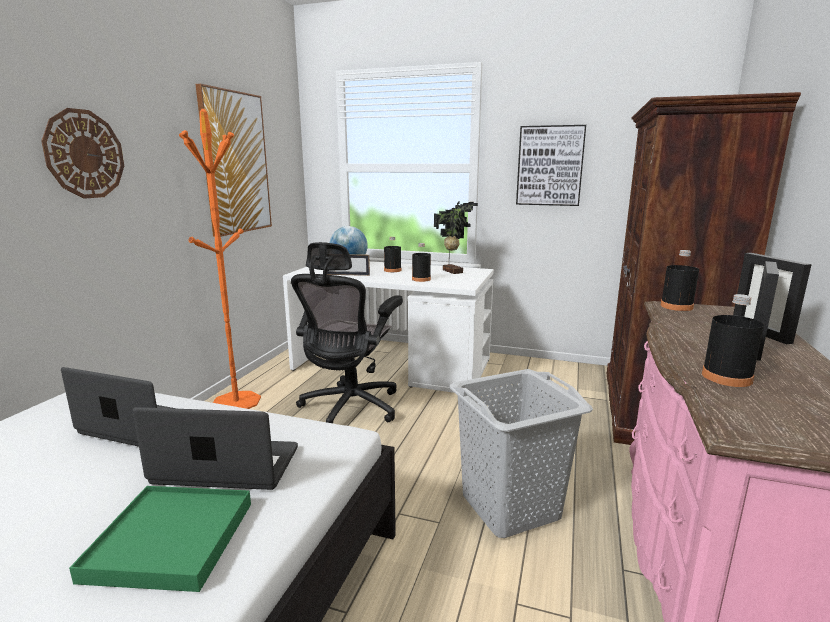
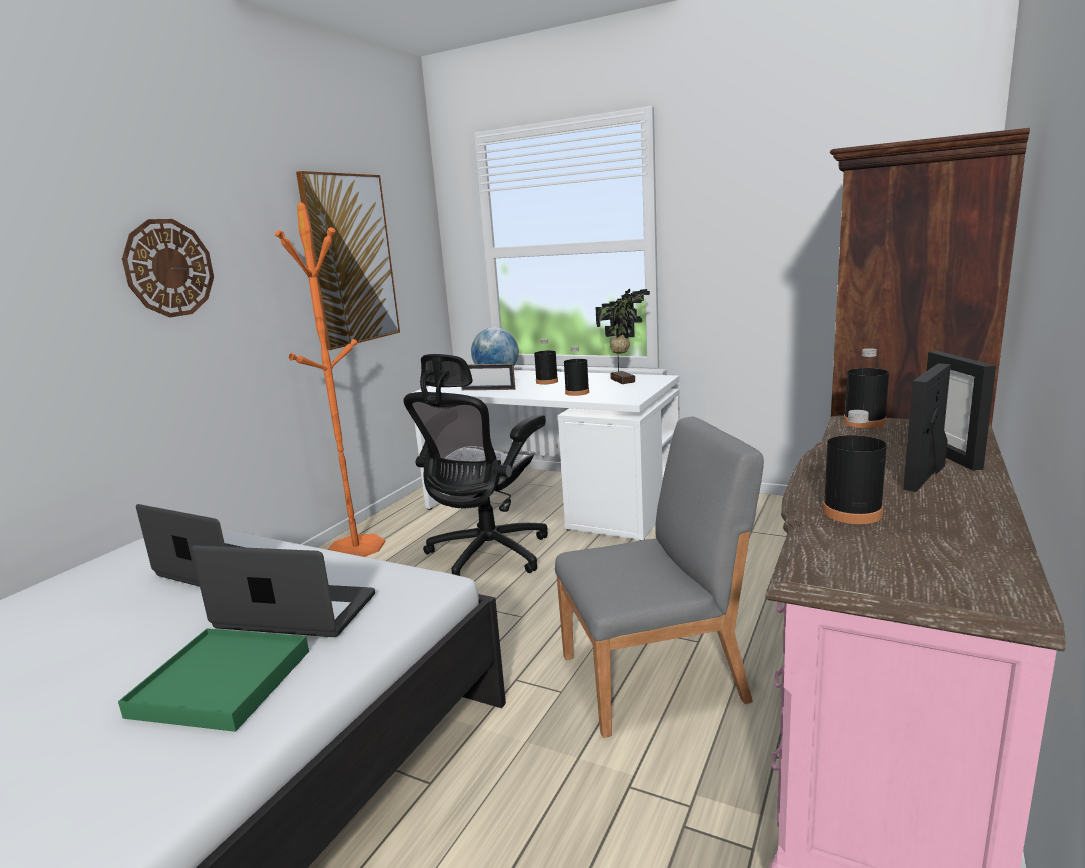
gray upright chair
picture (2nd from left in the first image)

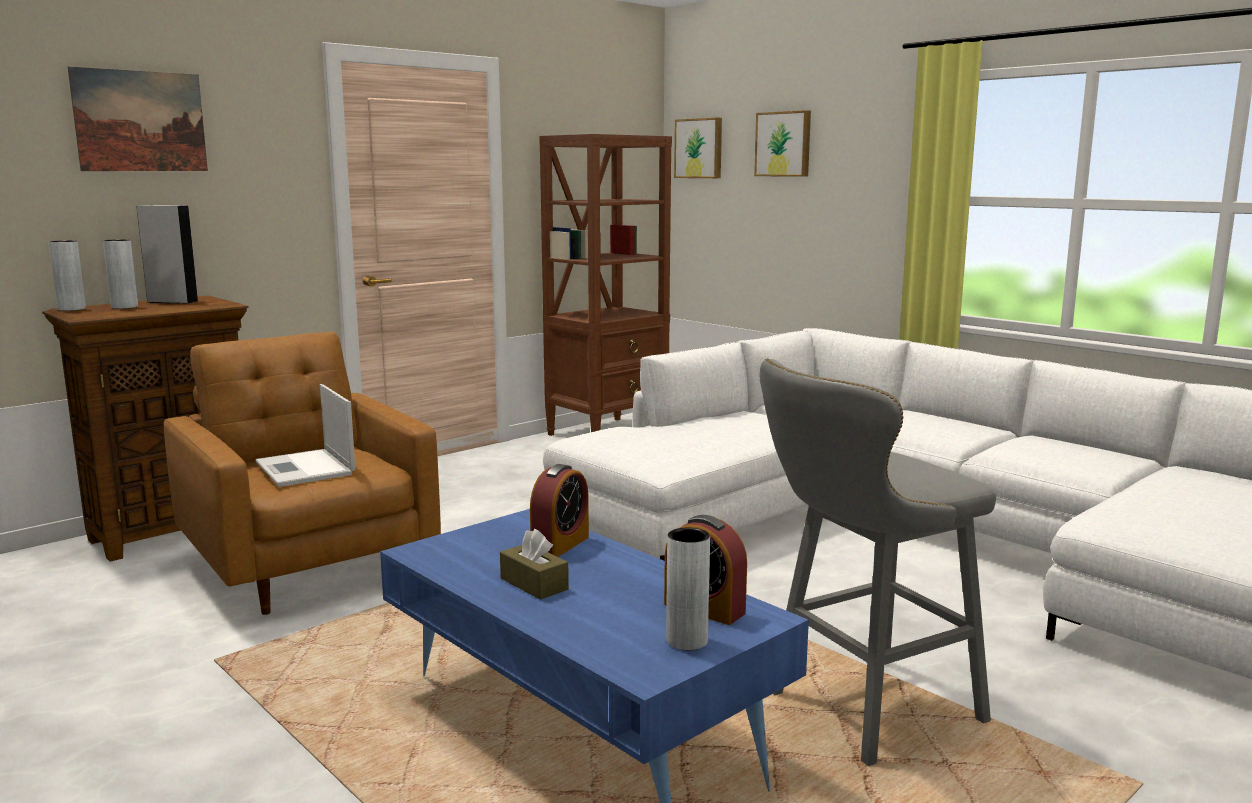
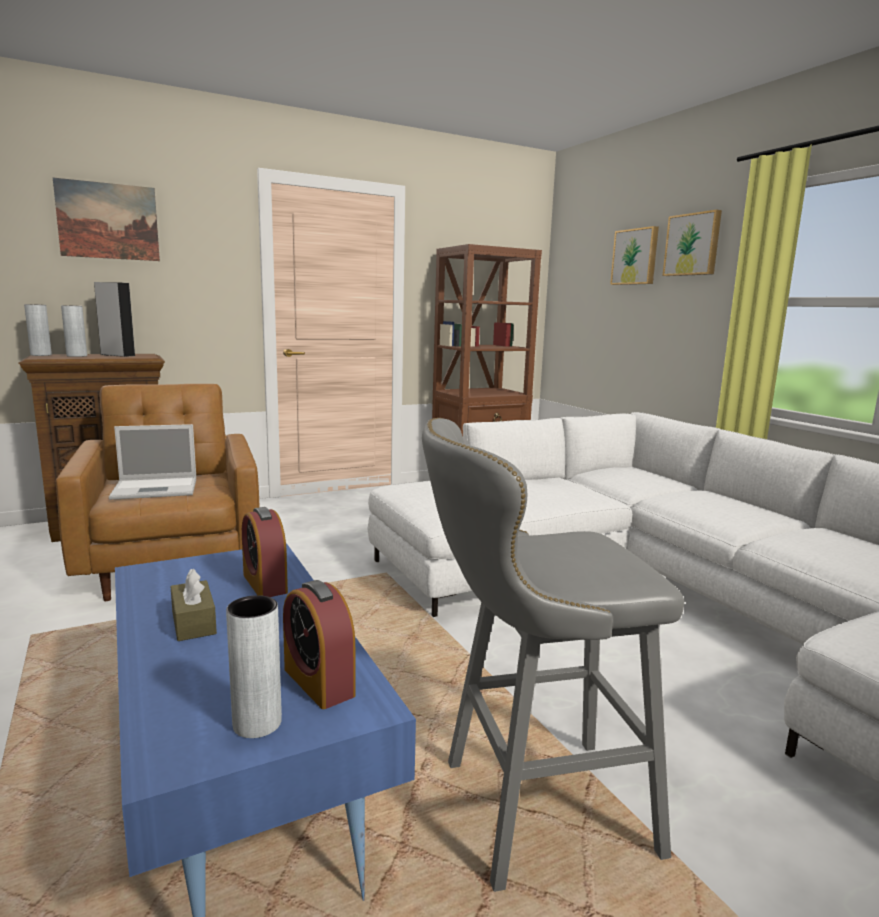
portable computer
alarm clock (1st from left)
picture (3rd from left)

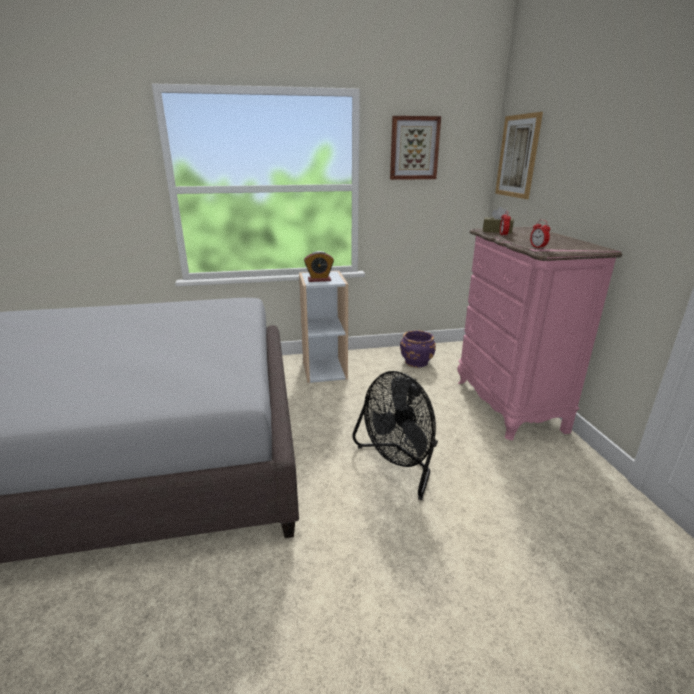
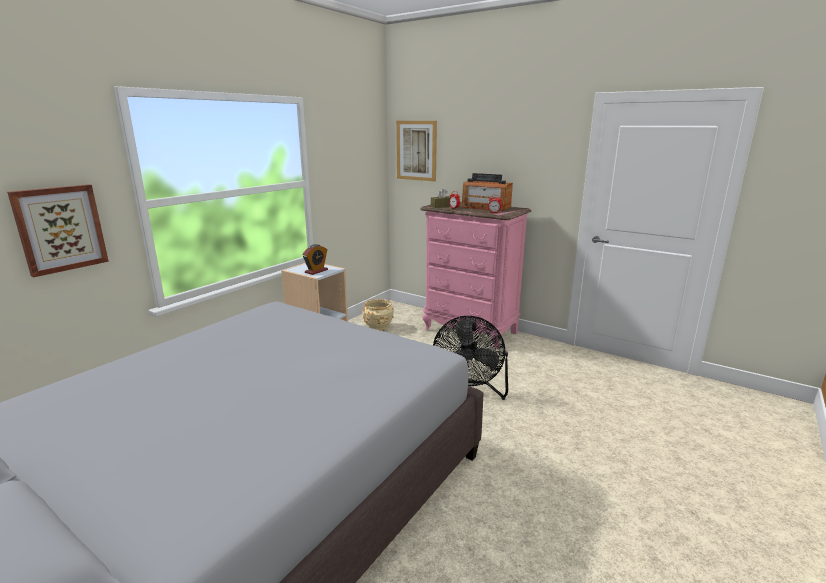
picture (1st from left)
beige-coloured flower pot
radio receiver

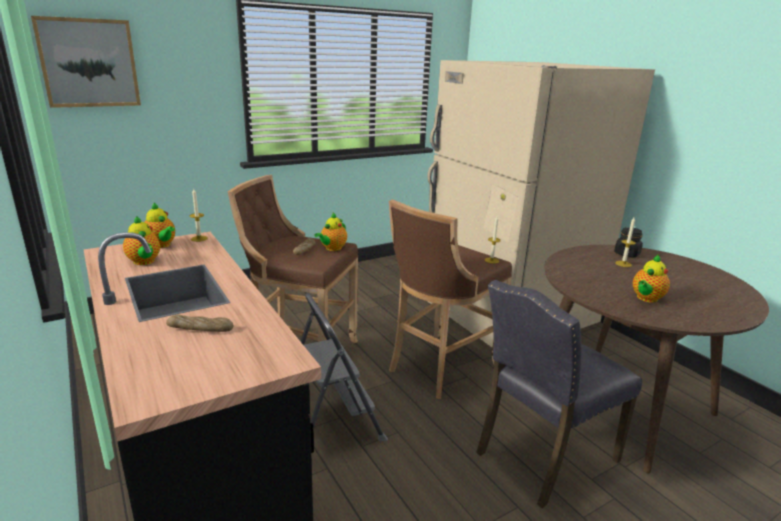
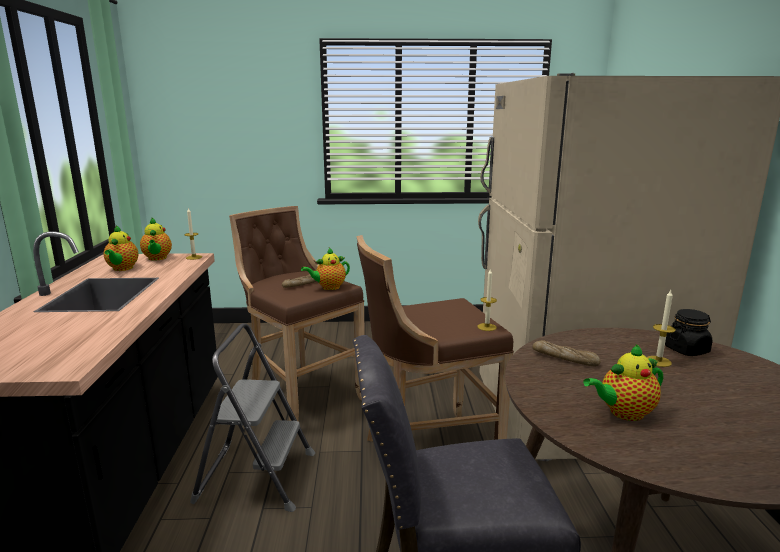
bread (2nd from left)
picture

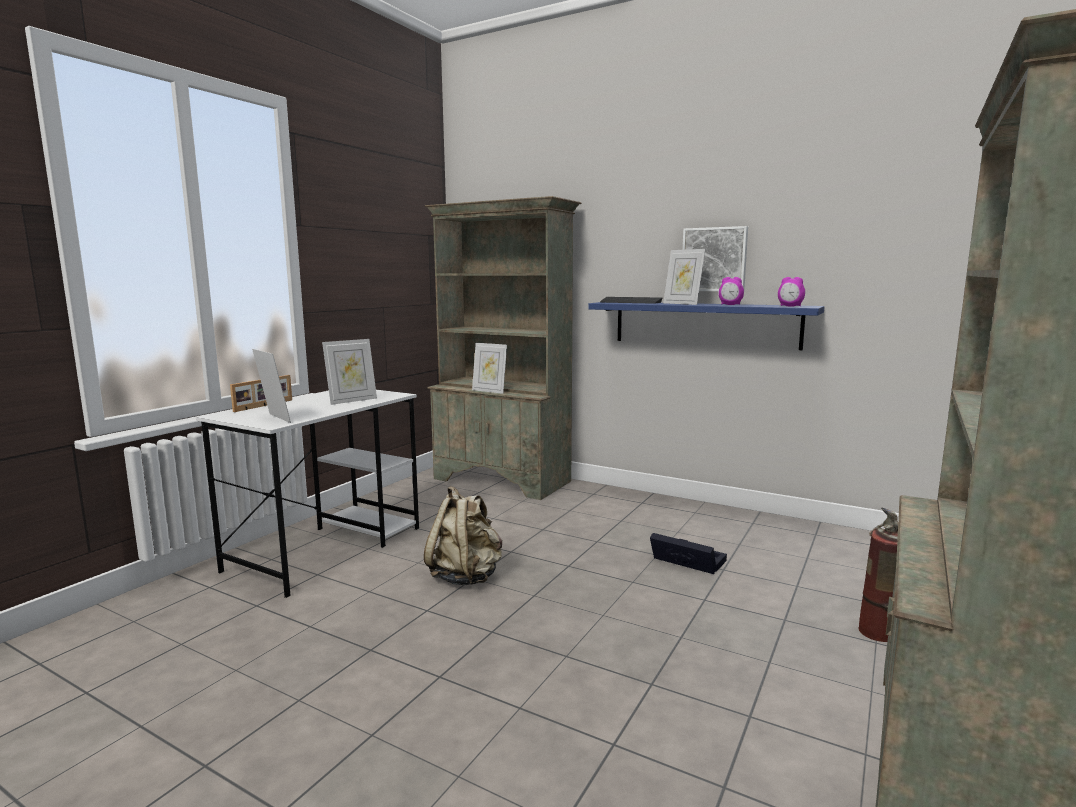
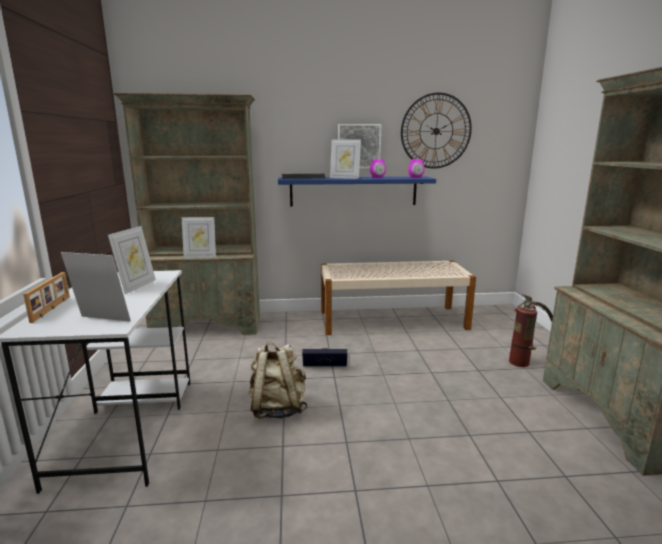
black storage container
beige-coloured long seat
wall clock

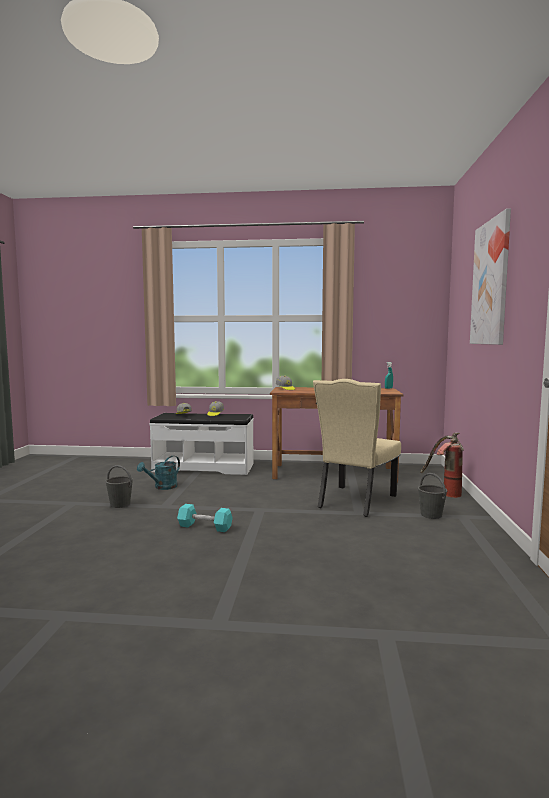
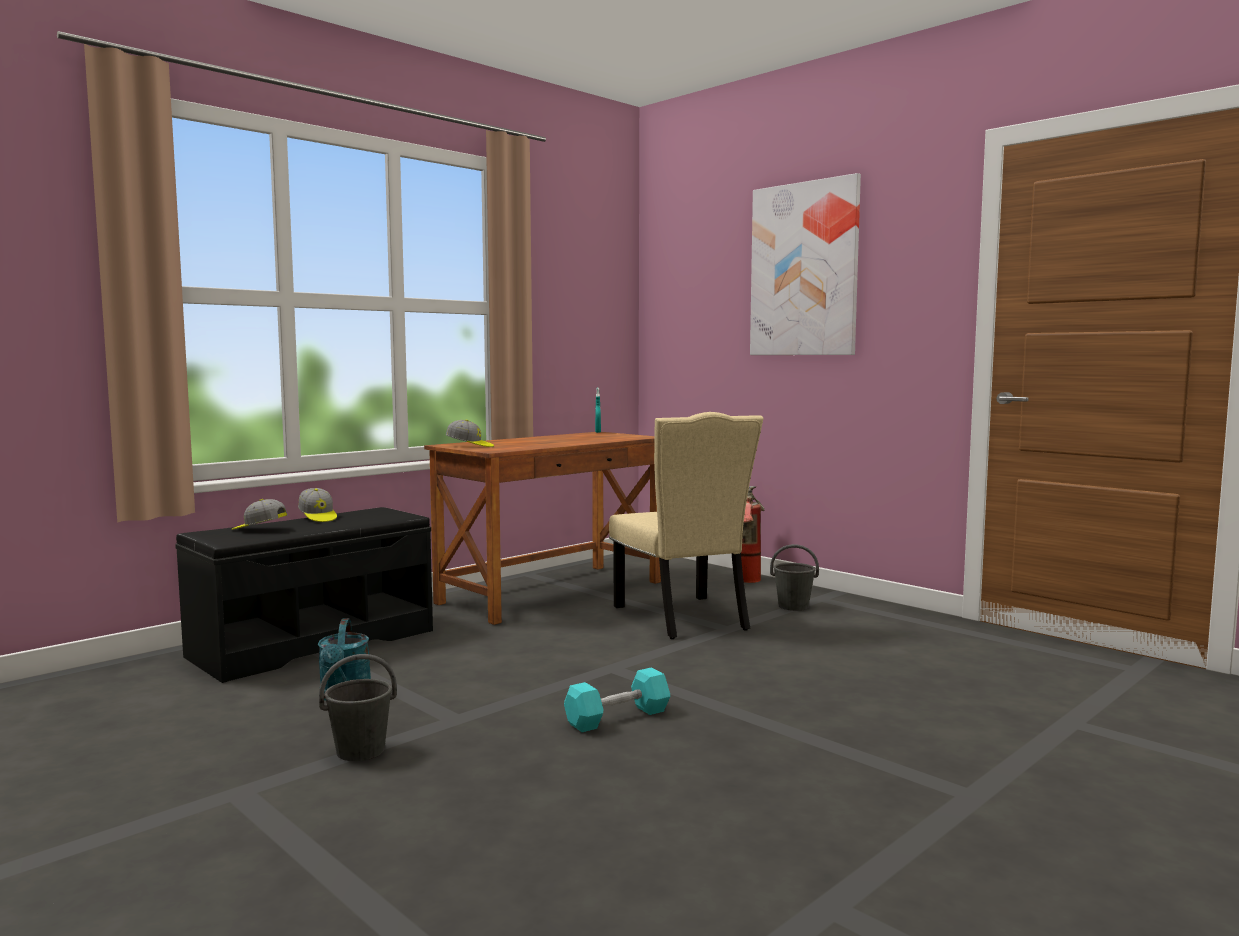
black long seat

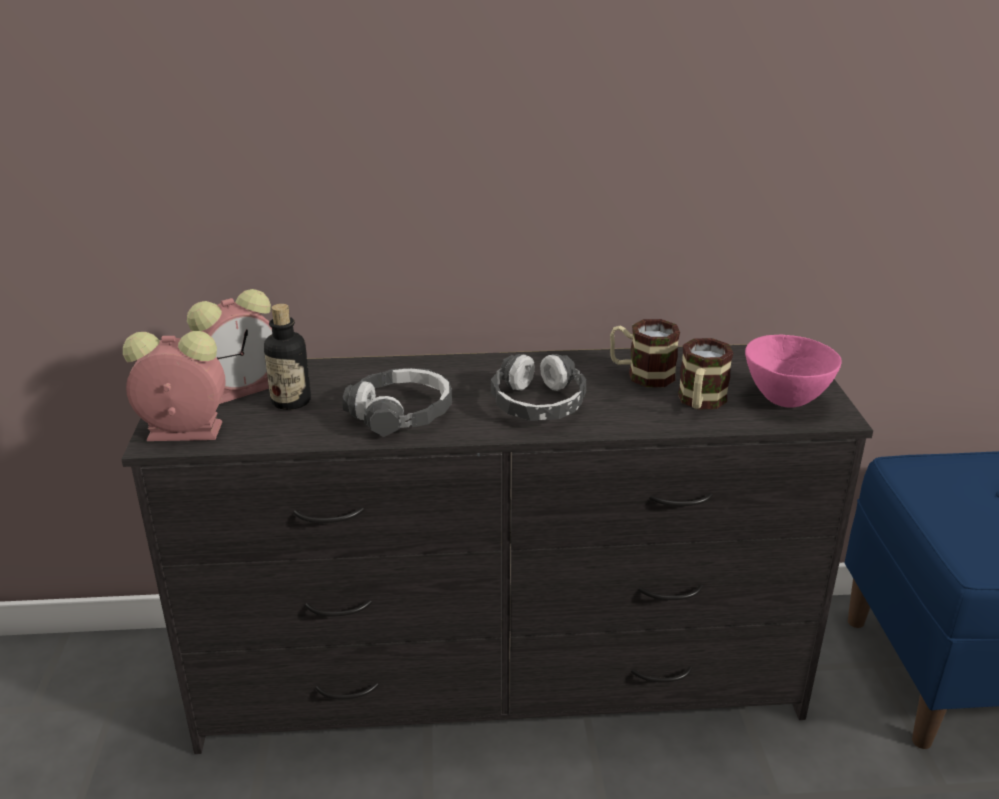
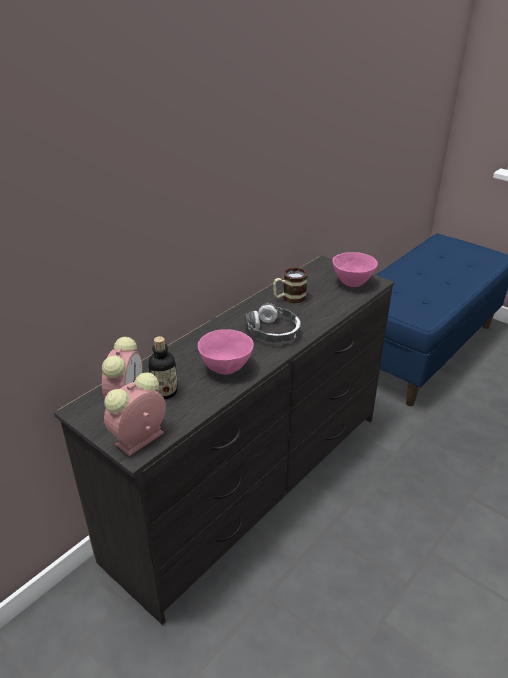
pink-coloured serving bowl (1st from left)
coffee mug (2nd from left in the first image)

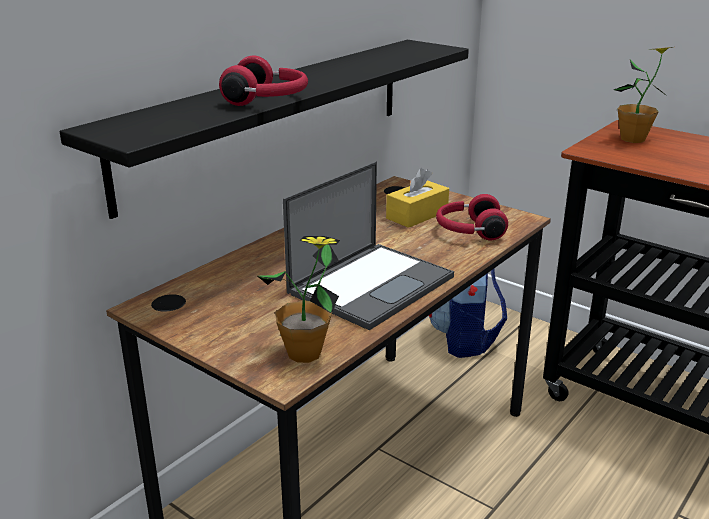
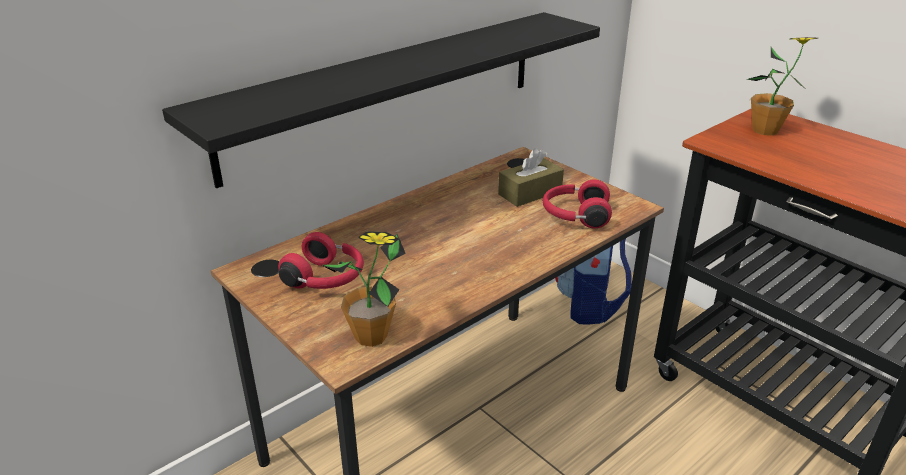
reddish pair of headphones (1st from left)
brown tissue holder
portable computer

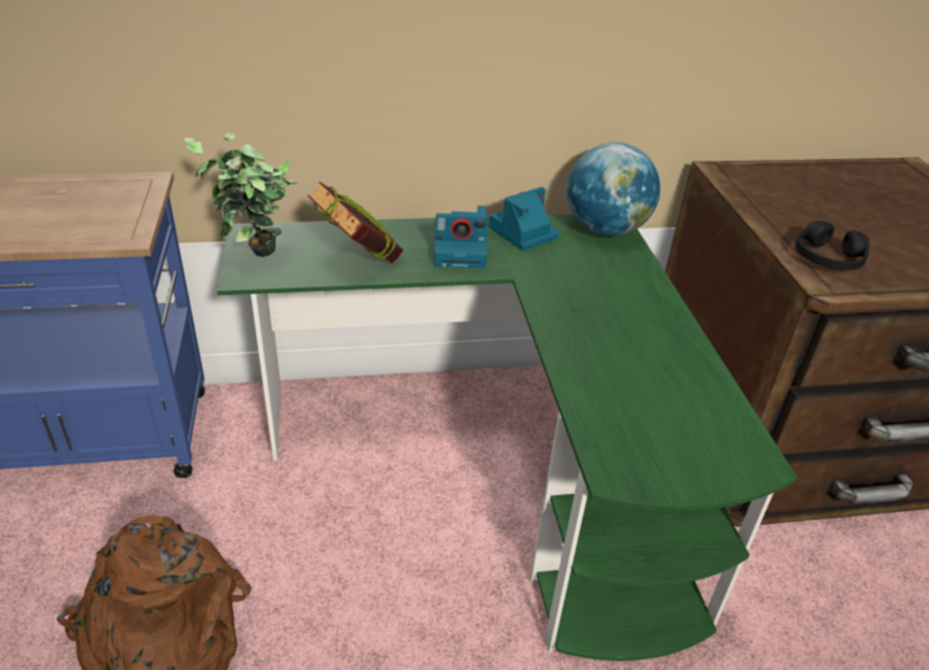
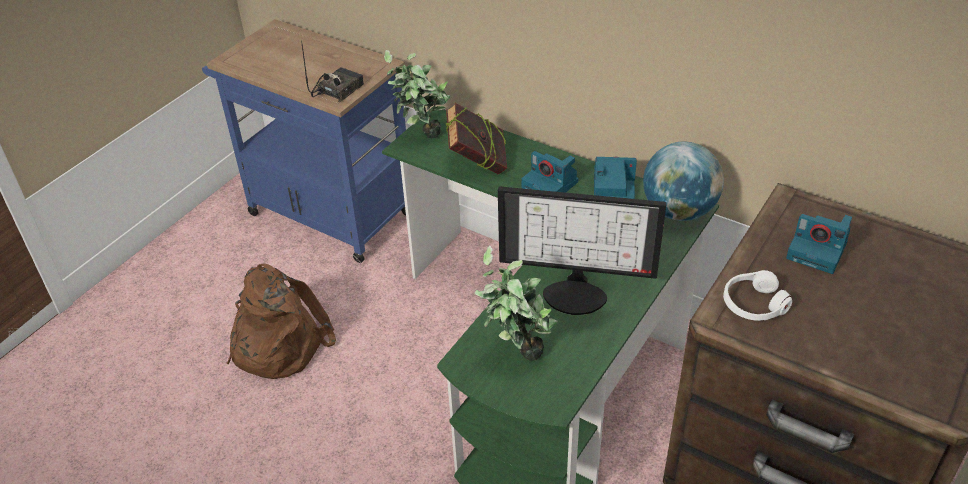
radio receiver
potted plant (2nd from left)
computer display
white-coloured pair of headphones
photo camera (3rd from left)

